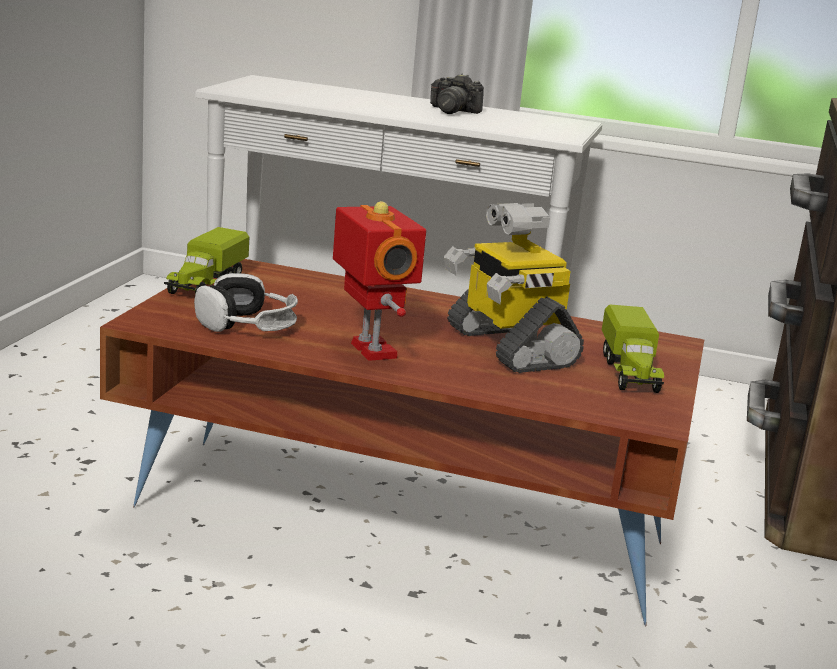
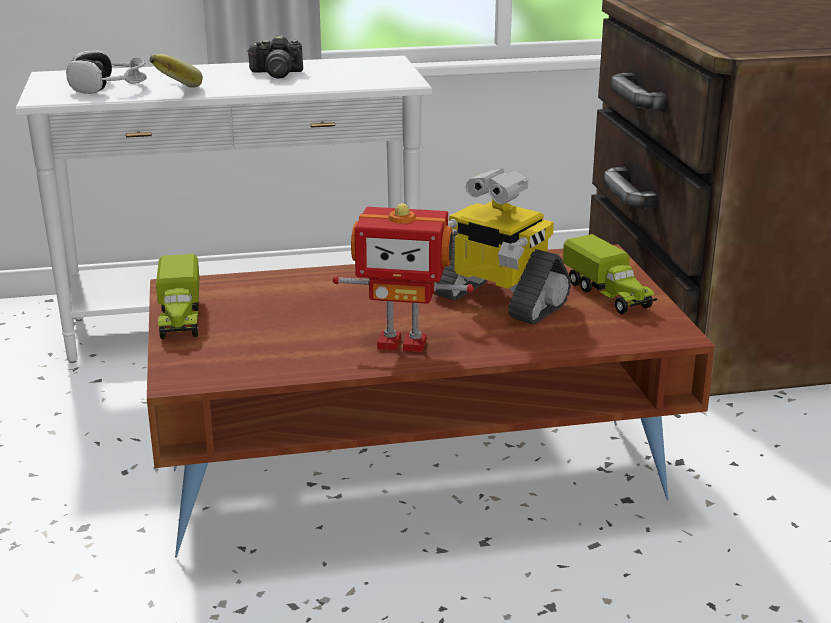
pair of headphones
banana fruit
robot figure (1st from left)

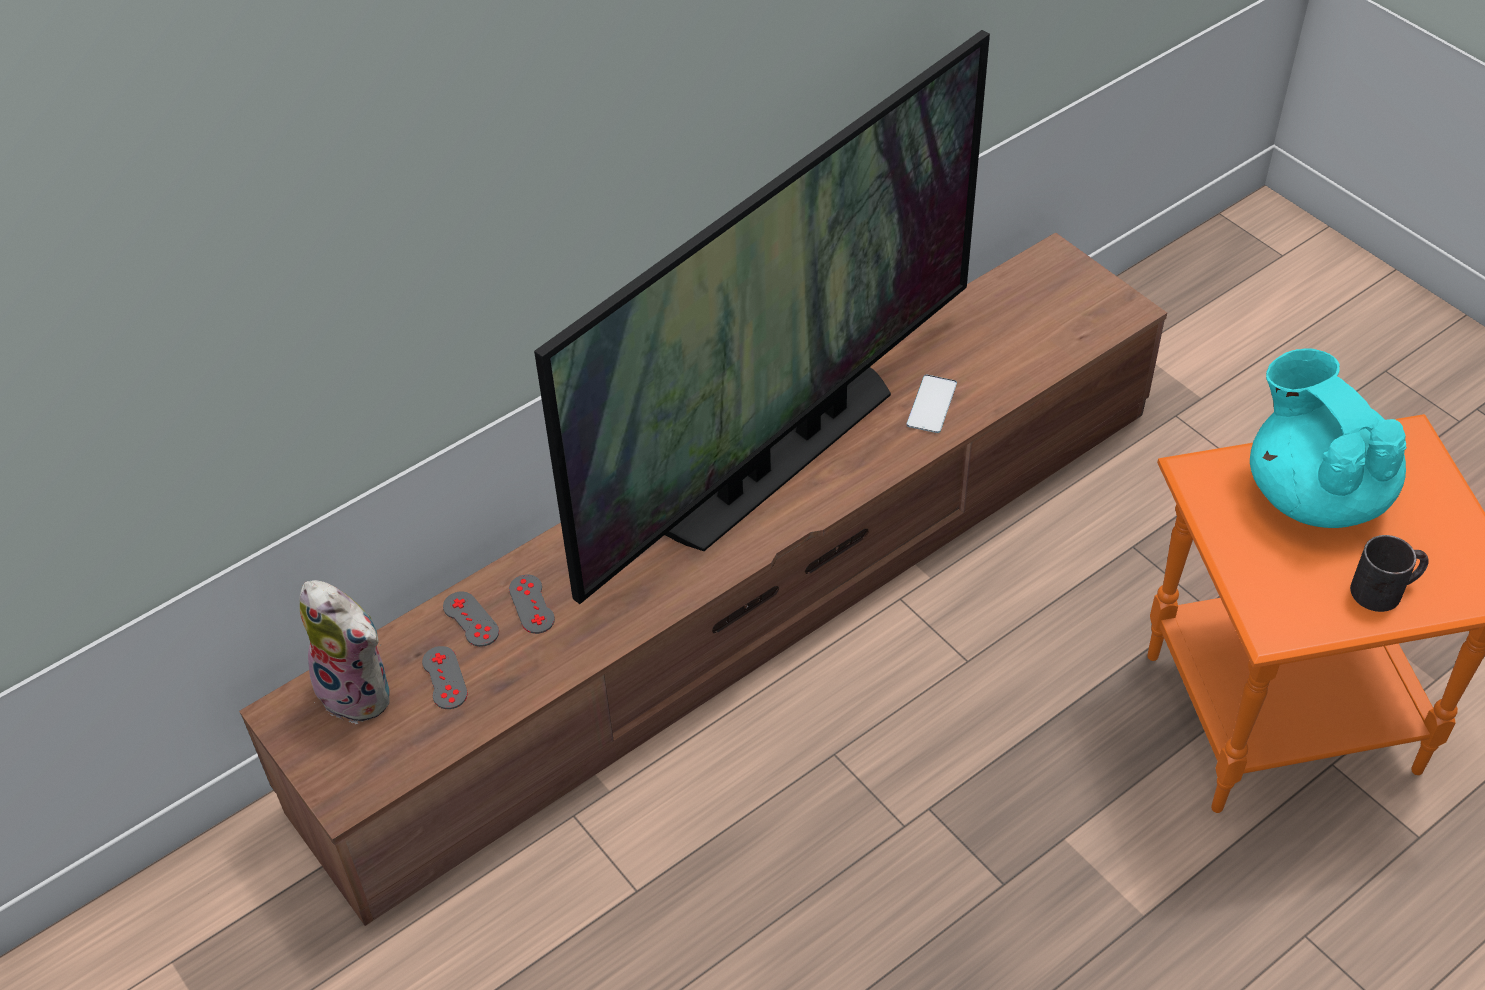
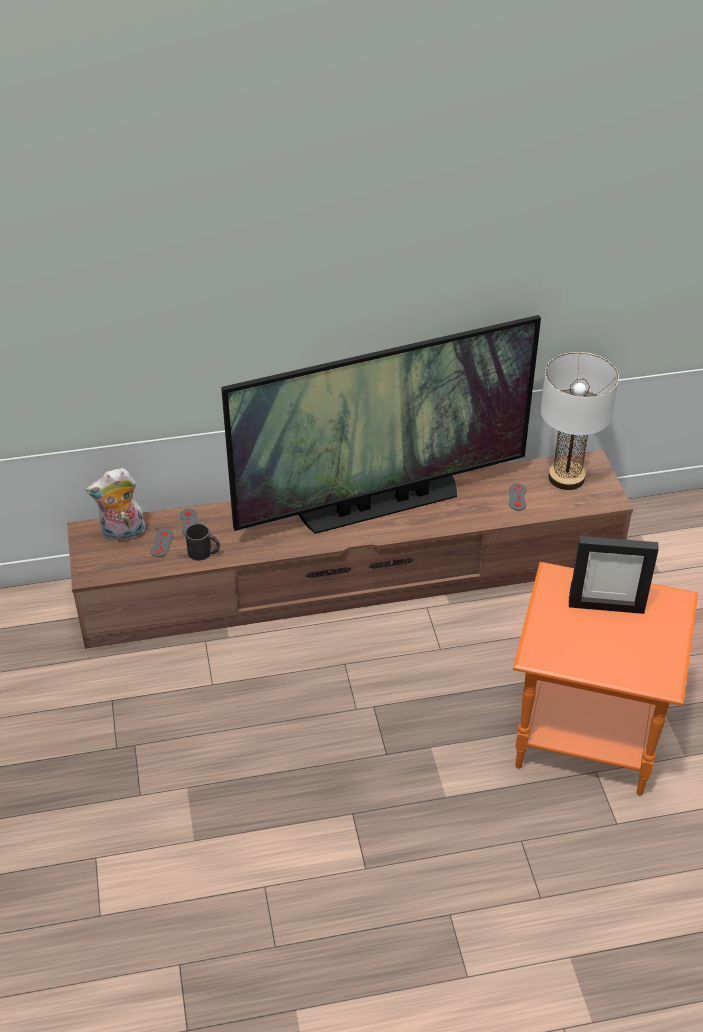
soft toy
black coffee mug
gray game controller (3rd from left)
tabletop lamp
photo frame
telephone

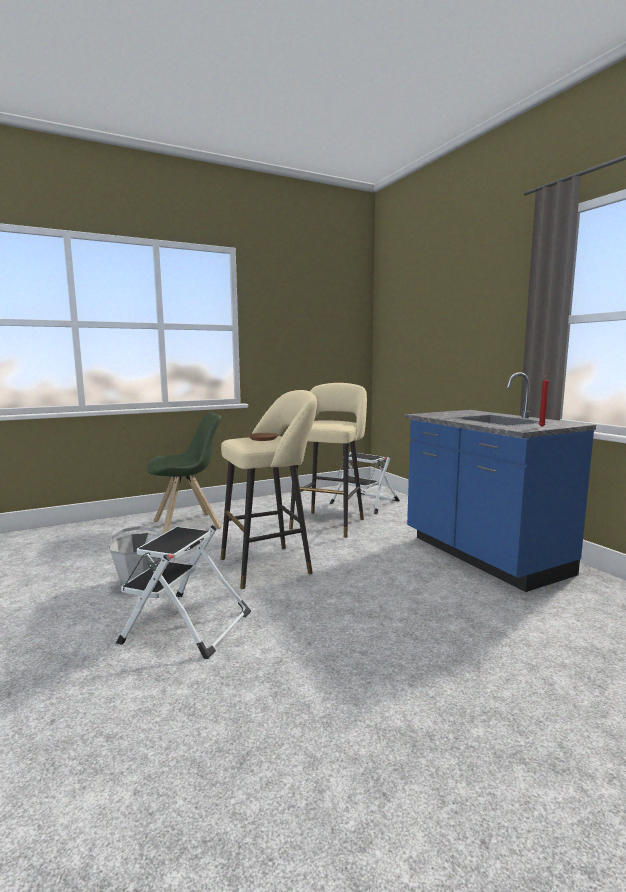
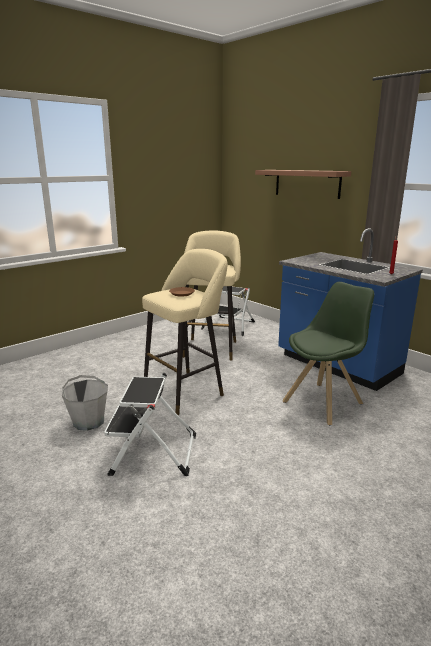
wall shelf
green-coloured upright chair

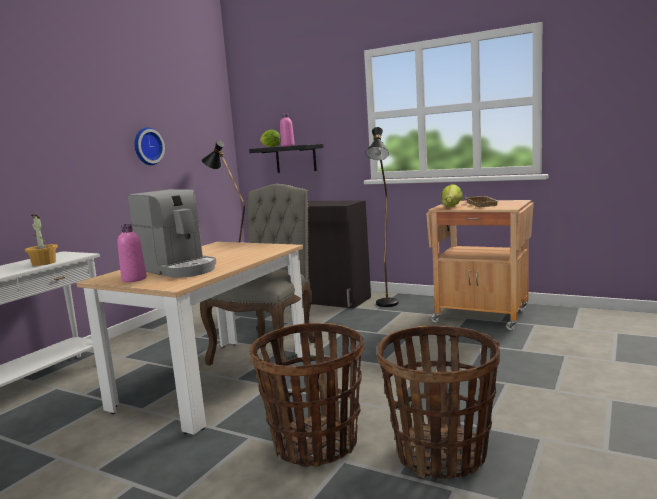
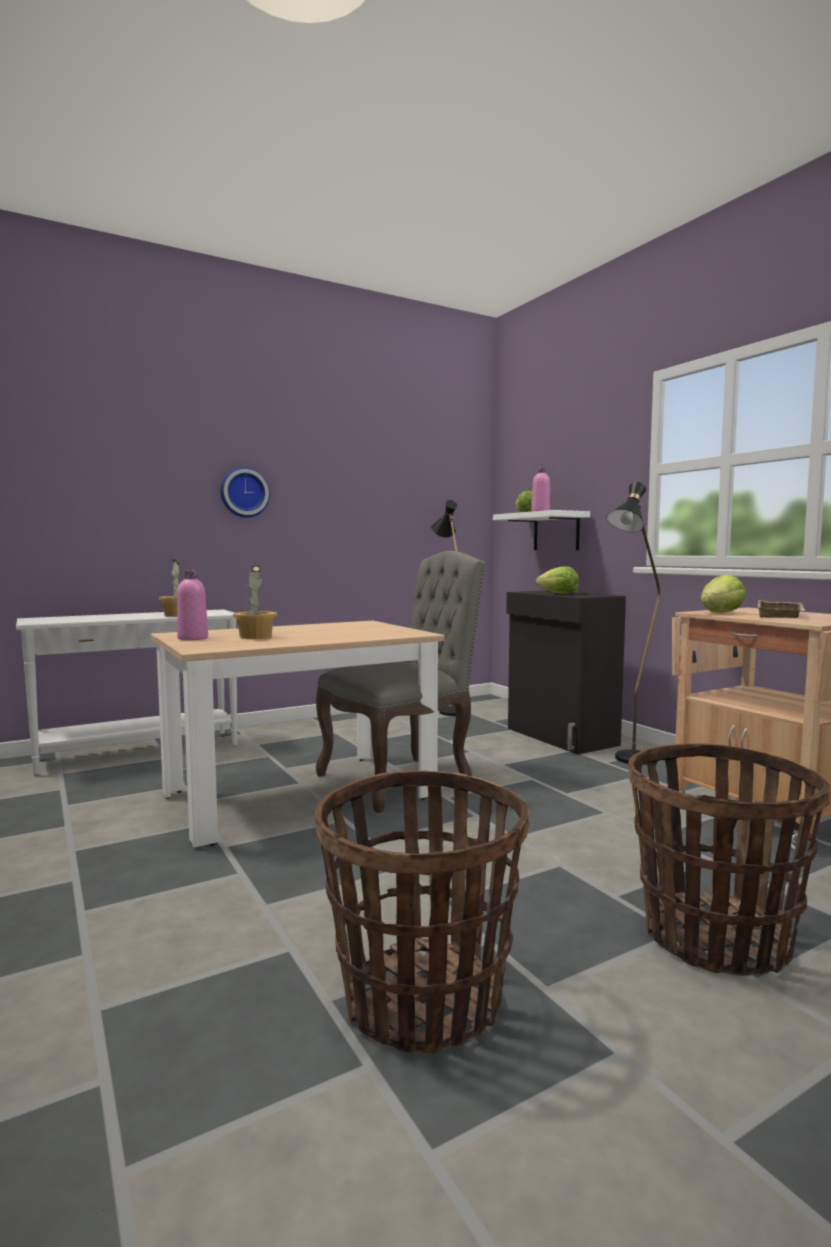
wall clock
potted plant (2nd from left)
white-coloured wall shelf
head of lettuce (2nd from left)
basket (2nd from left)

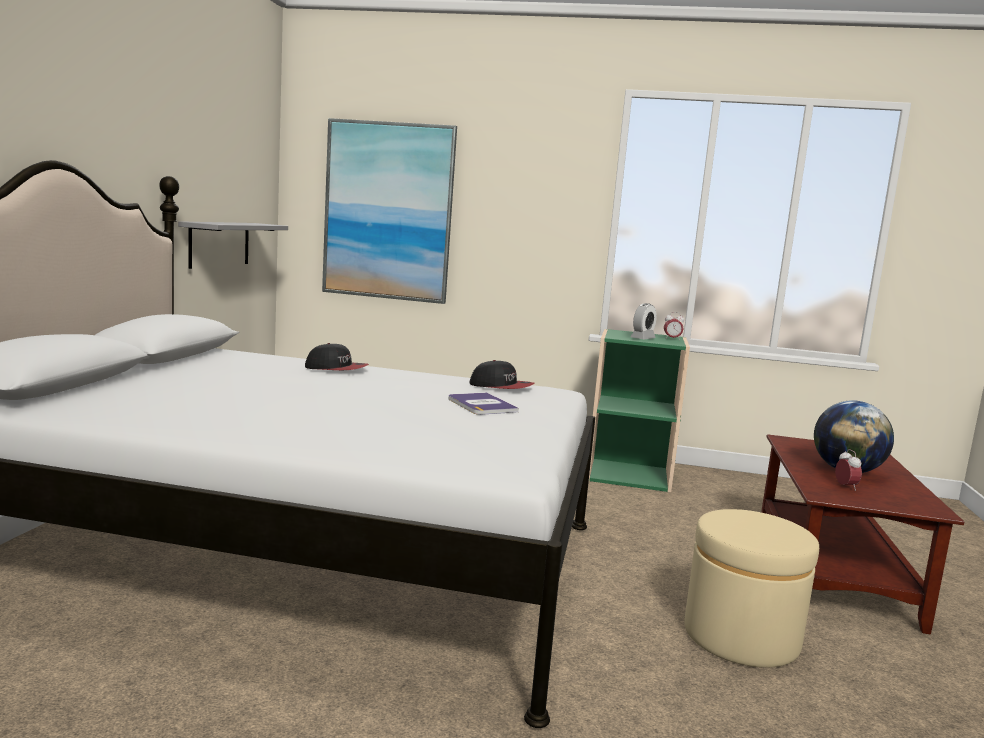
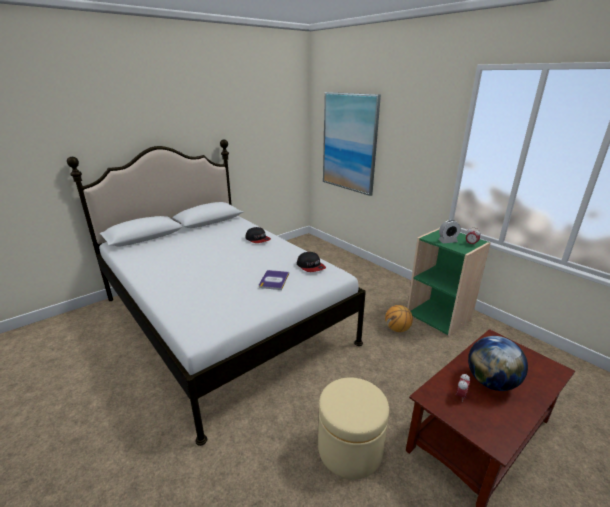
basketball
gray wall shelf

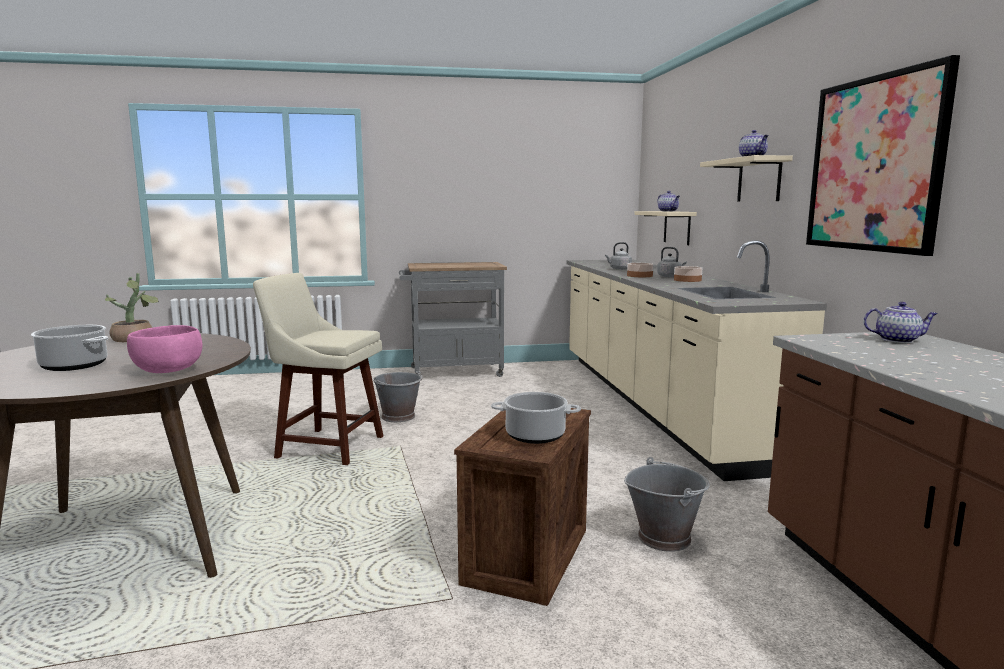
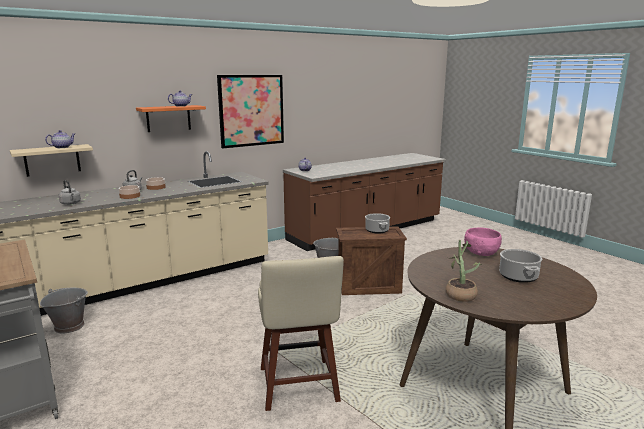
gray pail (1st from left)
orange-coloured wall shelf

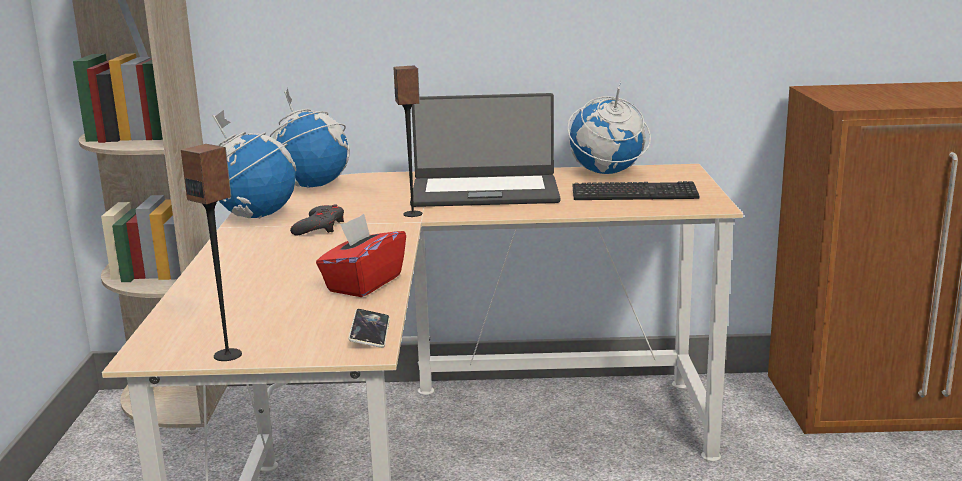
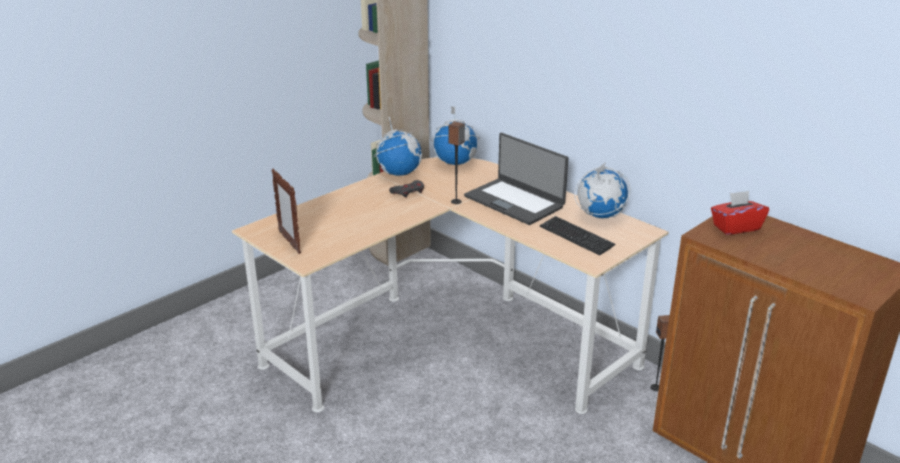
photo frame
audio speaker (2nd from left)
reddish tissue holder
telephone

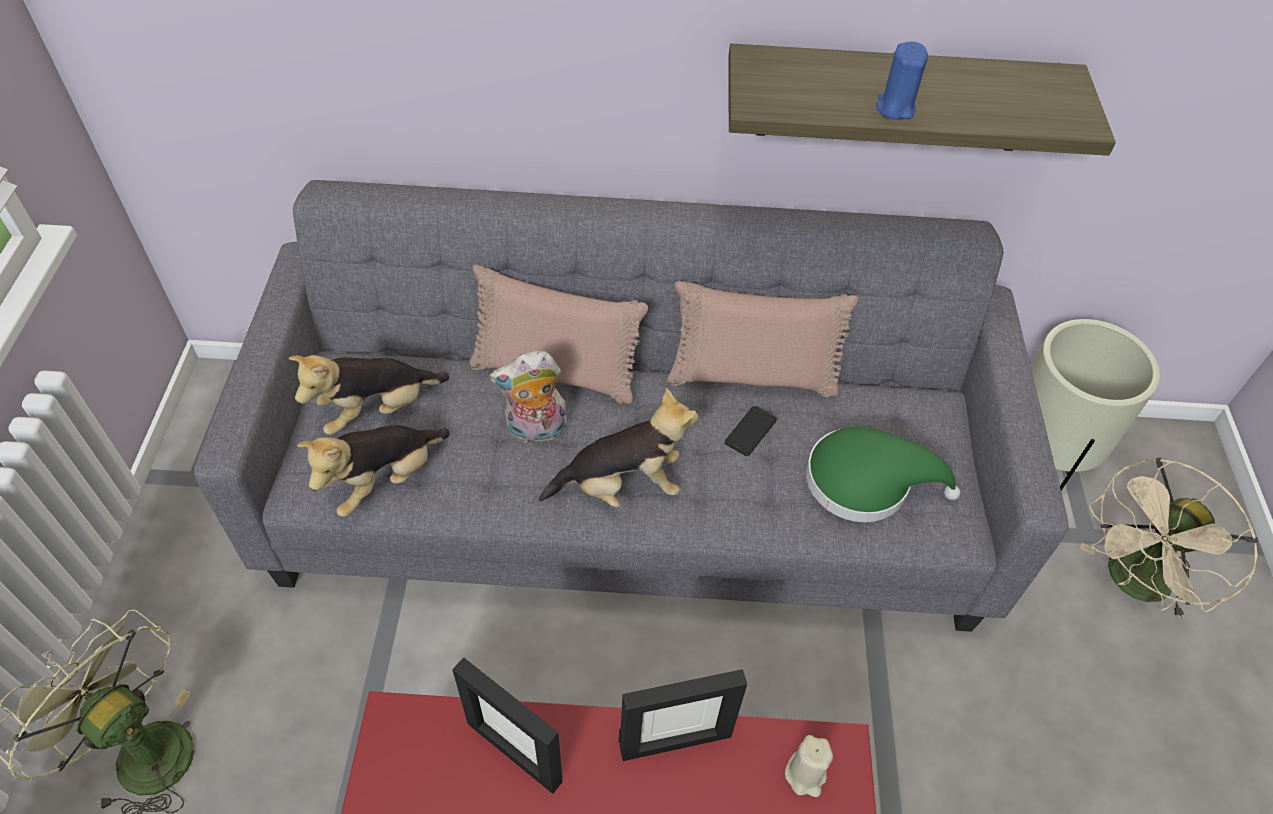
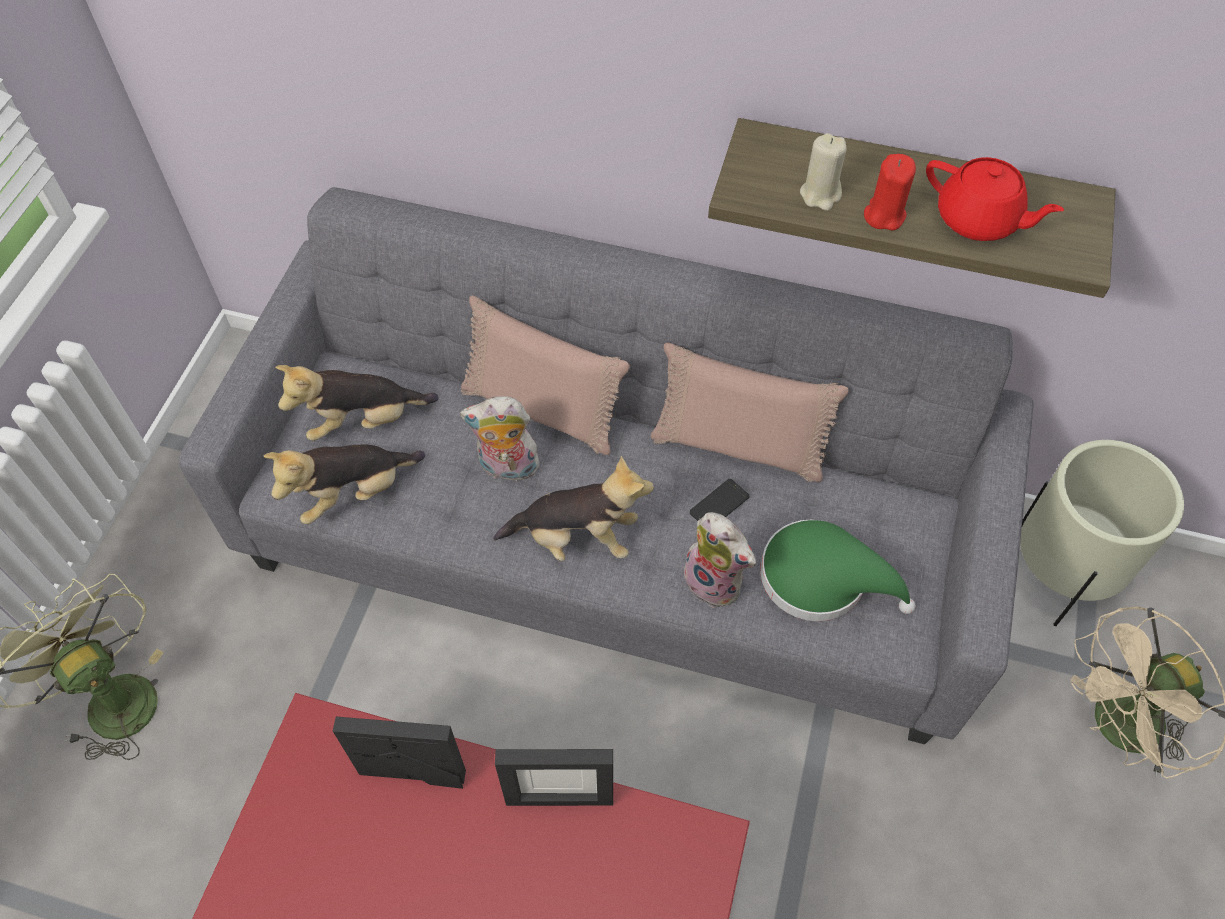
photo frame (1st from left)
soft toy (5th from left)
beige-coloured wax light
reddish wax light
reddish tea pot

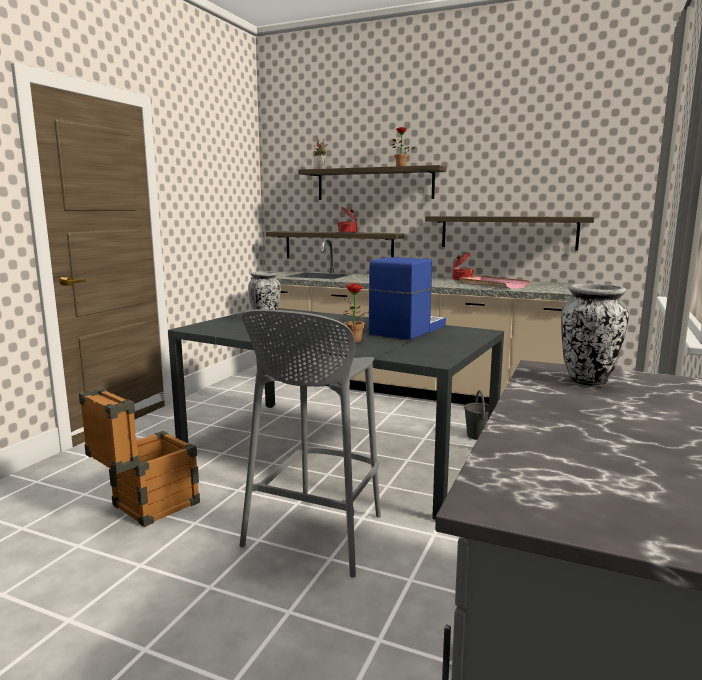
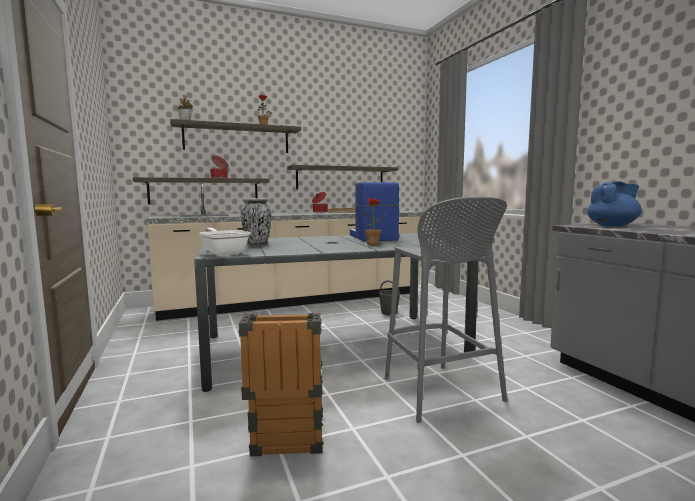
pan
bluish tea pot

